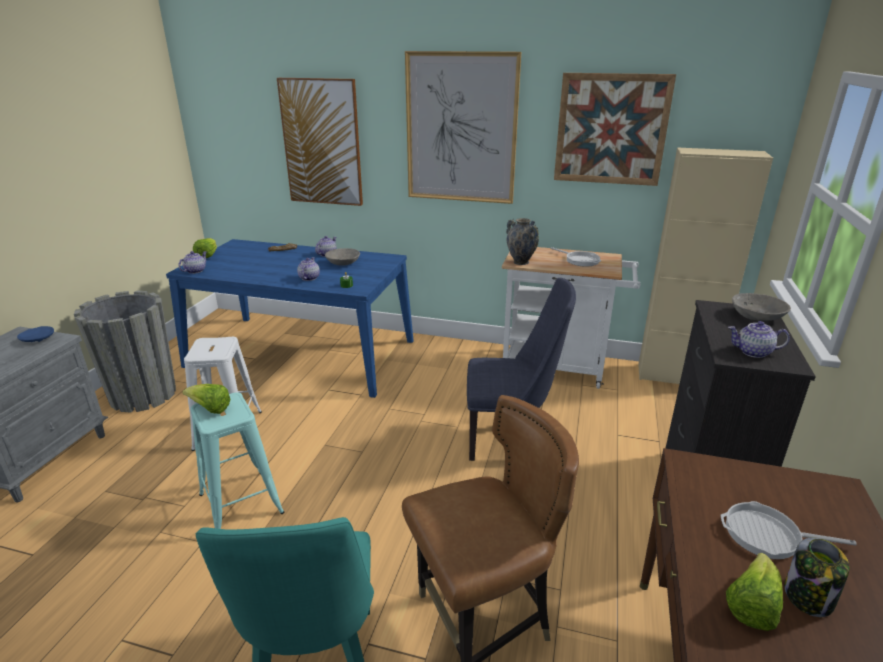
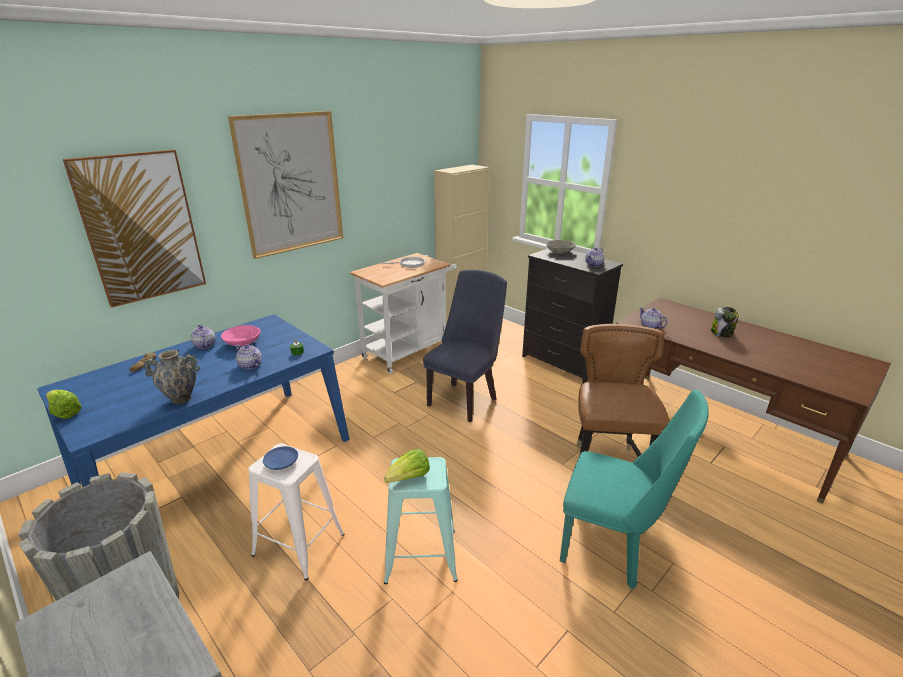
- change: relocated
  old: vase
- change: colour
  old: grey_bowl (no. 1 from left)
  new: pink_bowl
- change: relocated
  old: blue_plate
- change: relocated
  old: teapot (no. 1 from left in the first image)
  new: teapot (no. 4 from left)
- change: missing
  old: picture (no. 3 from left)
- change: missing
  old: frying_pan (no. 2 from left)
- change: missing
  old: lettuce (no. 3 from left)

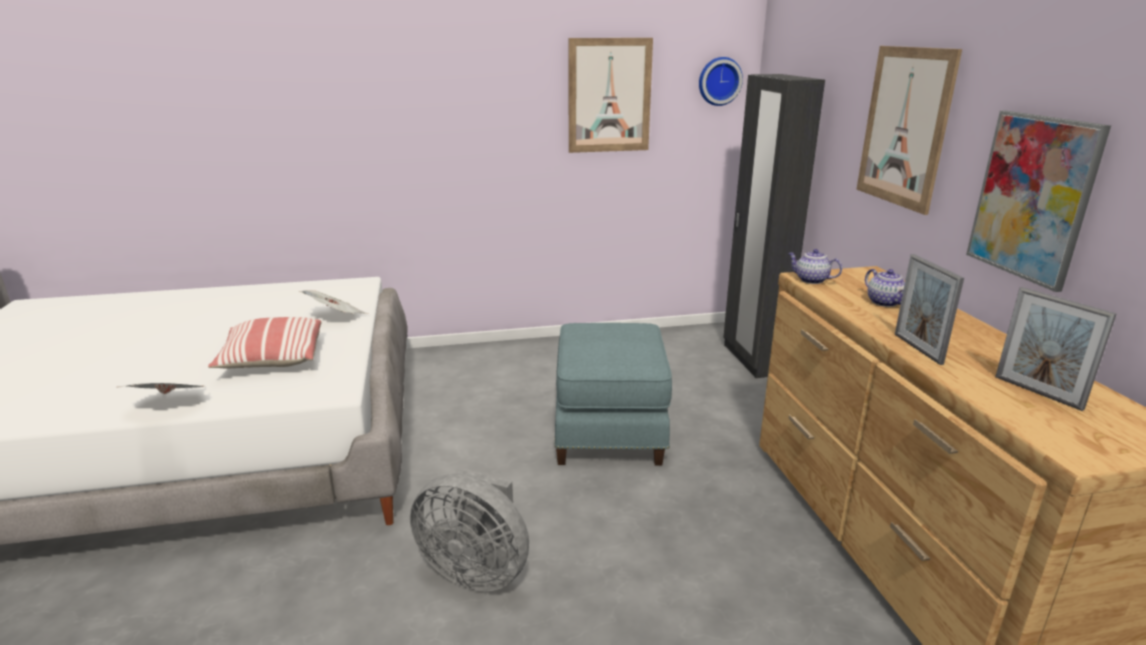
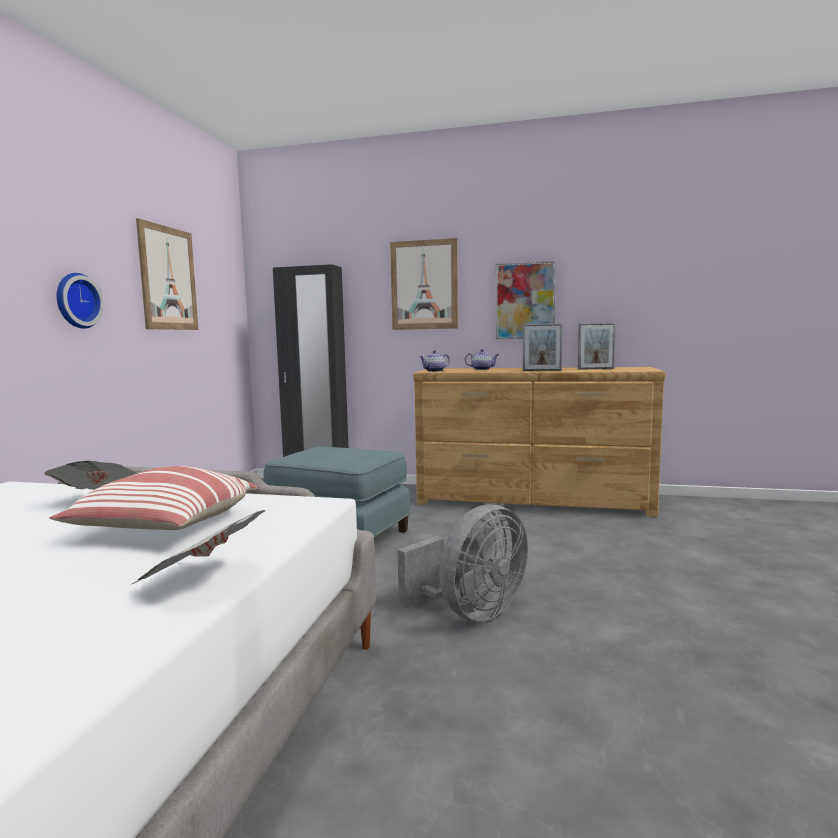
- change: relocated
  old: wall_clock

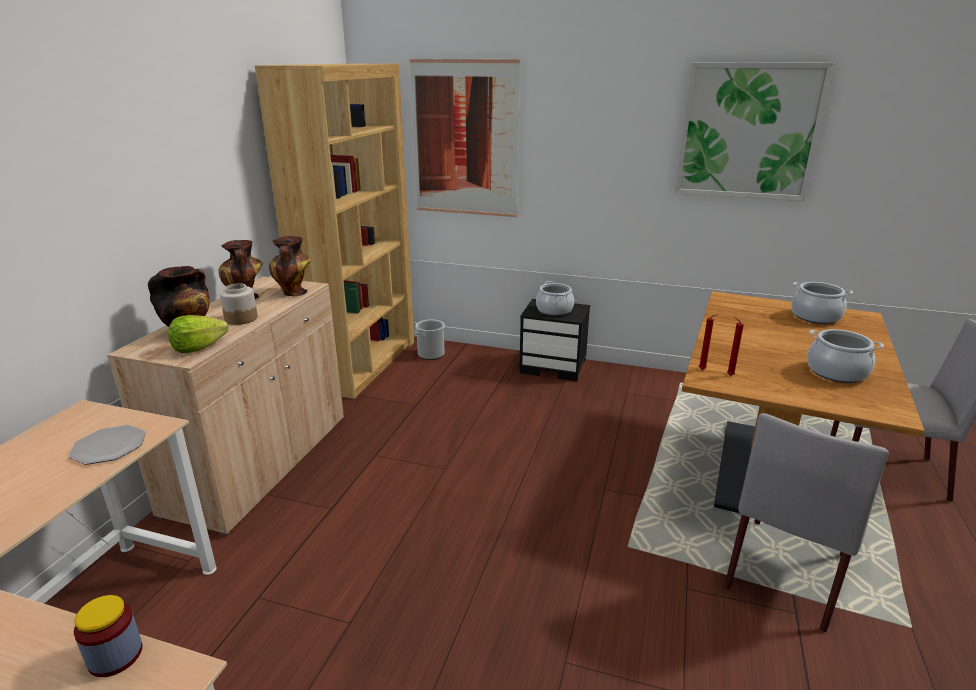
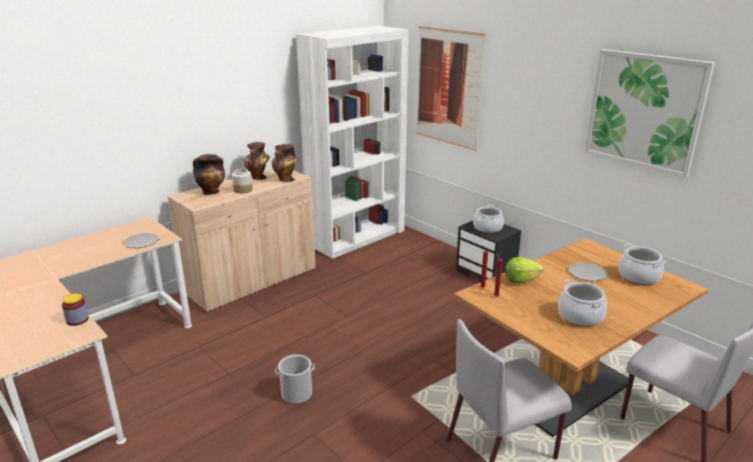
- change: relocated
  old: bucket
- change: colour
  old: brown_bookcase
  new: white_bookcase
- change: relocated
  old: lettuce
- change: appeared
  new: plate (no. 2 from left)

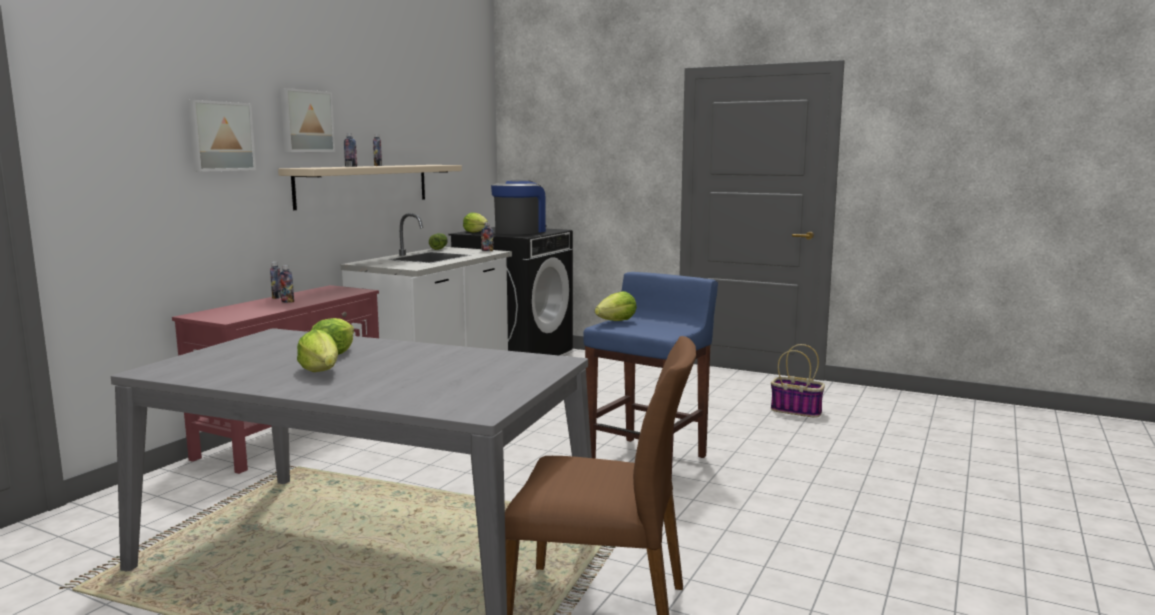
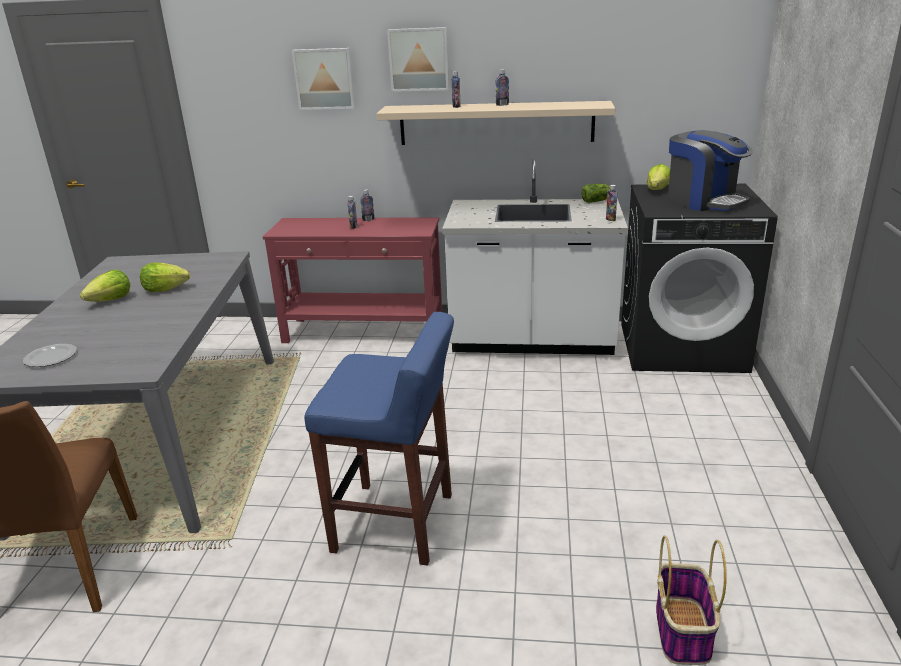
- change: appeared
  new: plate
- change: spun
  old: coffee_machine
  degrees: 45
- change: missing
  old: lettuce (no. 5 from left)

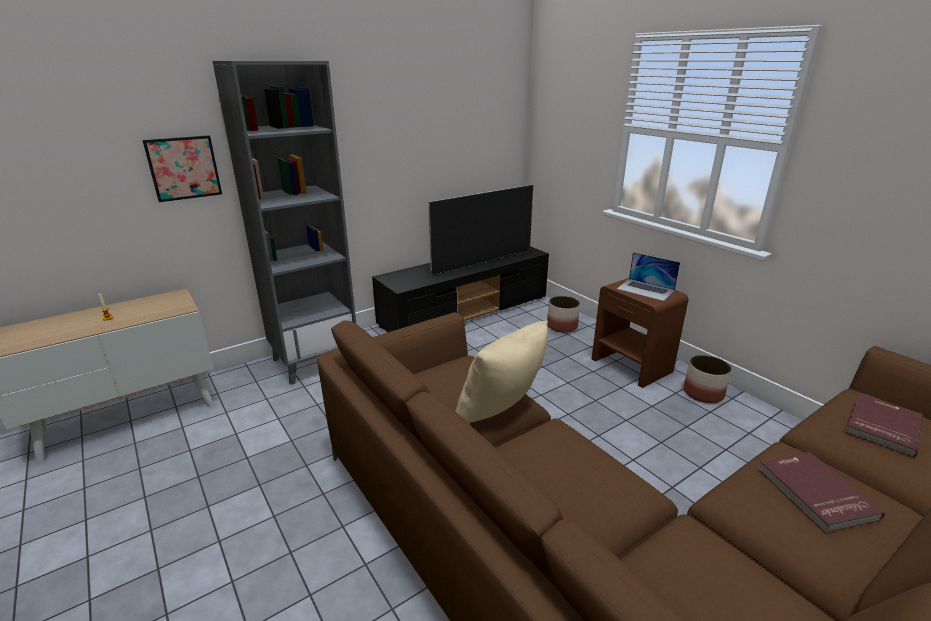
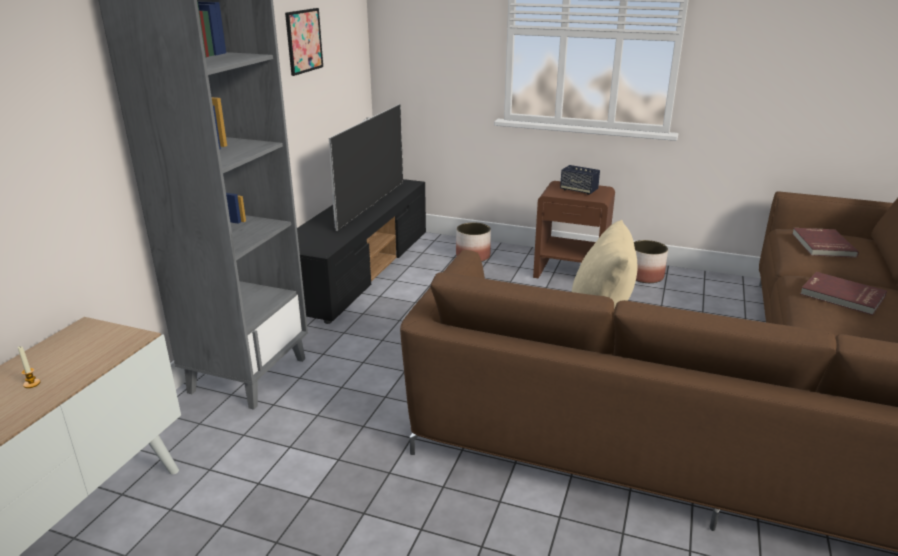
- change: relocated
  old: picture
- change: exchanged
  old: laptop
  new: speaker

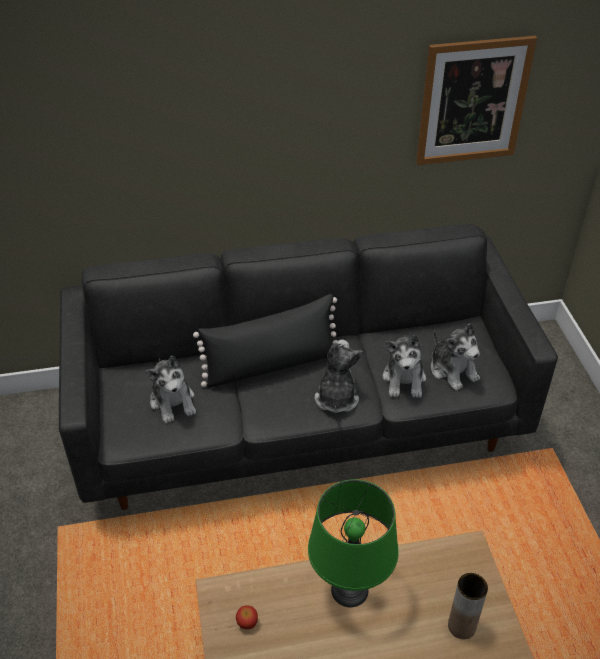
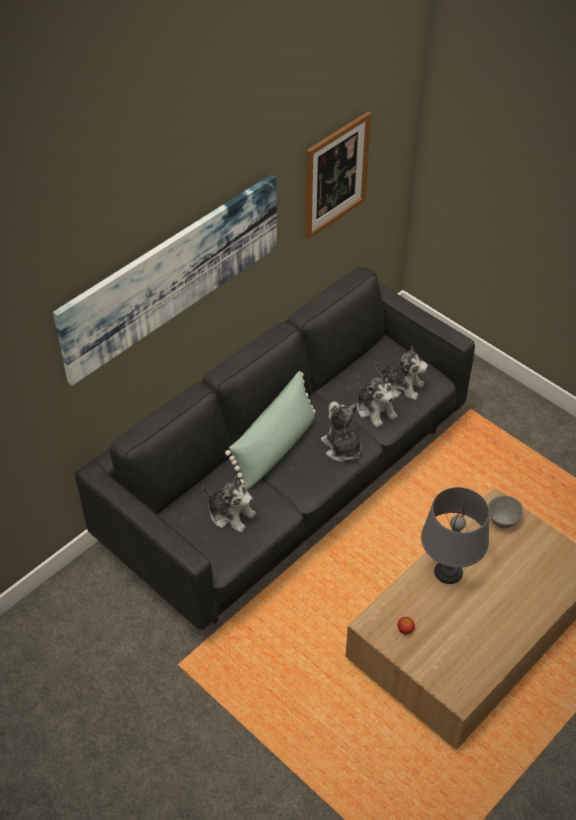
- change: appeared
  new: picture (no. 1 from left)
- change: colour
  old: black_pillow
  new: green_pillow
- change: colour
  old: green_table_lamp
  new: grey_table_lamp
- change: appeared
  new: grey_bowl
- change: missing
  old: brown_vase

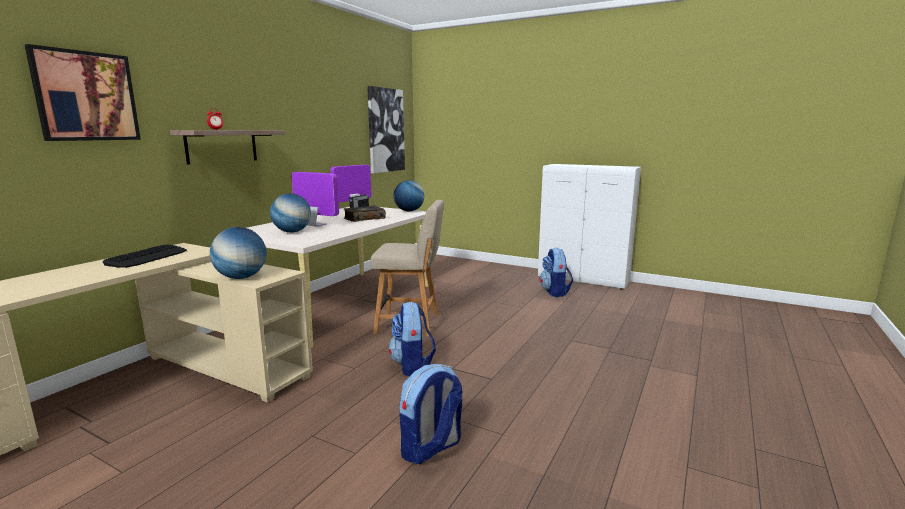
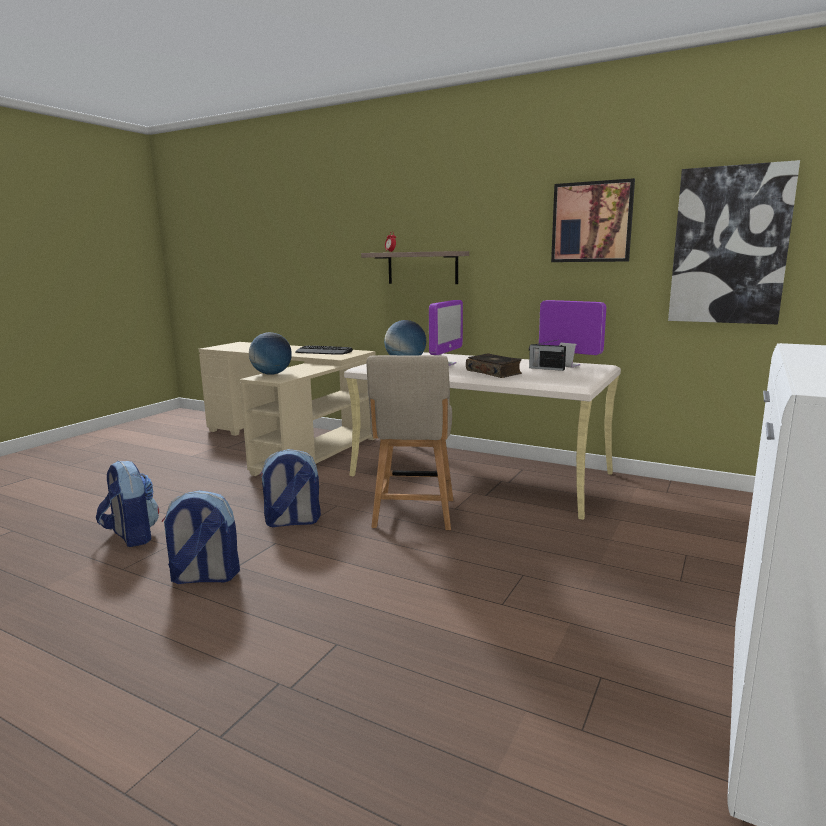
- change: relocated
  old: backpack (no. 3 from left in the first image)
  new: backpack (no. 2 from left)
- change: relocated
  old: picture (no. 1 from left)
- change: missing
  old: globe (no. 3 from left)

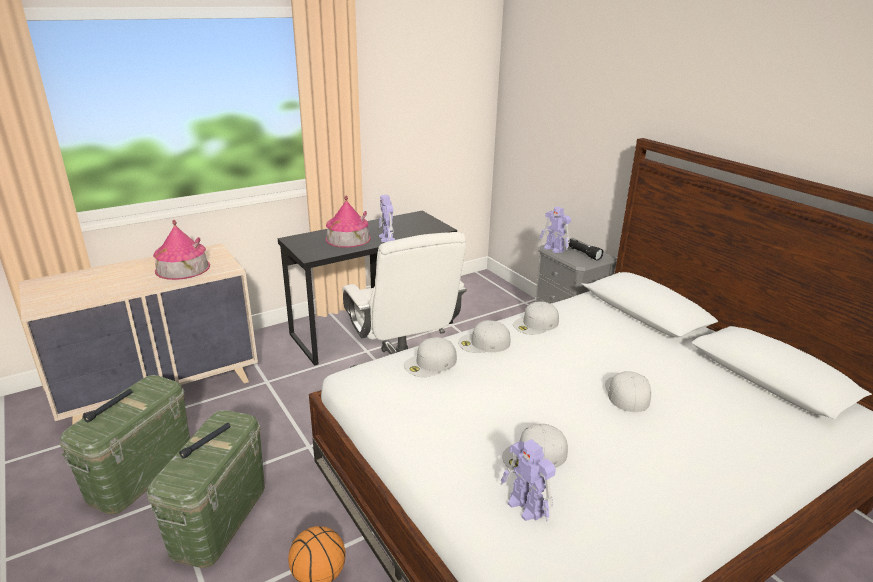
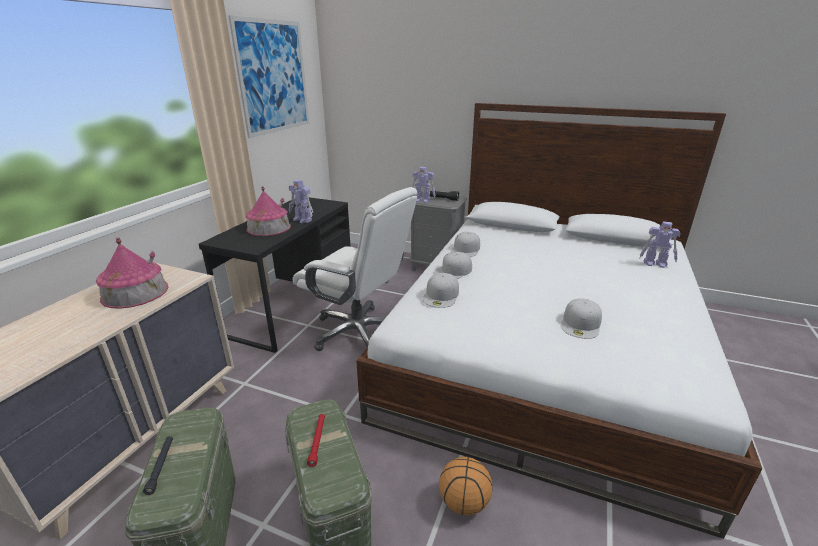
- change: appeared
  new: picture
- change: colour
  old: black_flashlight (no. 2 from left)
  new: red_flashlight
- change: relocated
  old: toy_robot (no. 2 from left in the first image)
  new: toy_robot (no. 3 from left)
- change: missing
  old: white_cap (no. 5 from left)

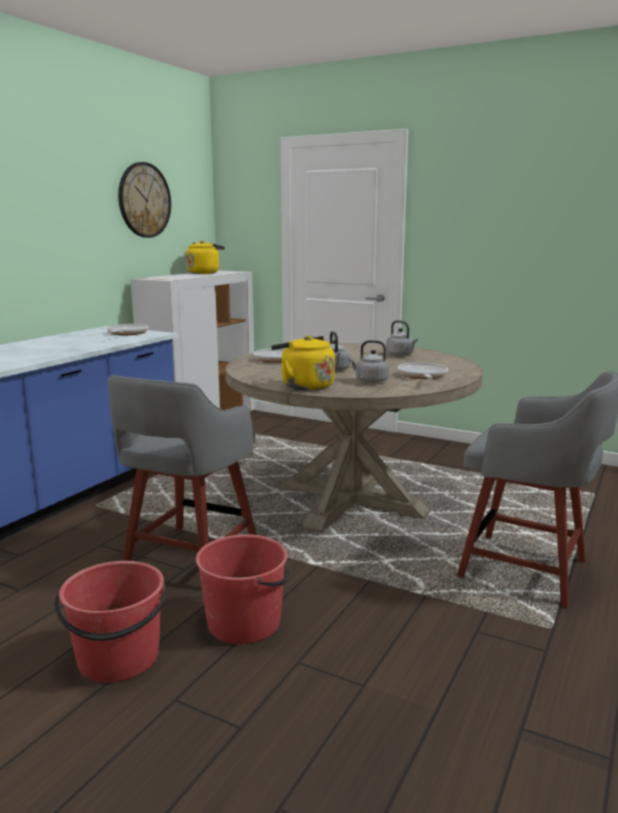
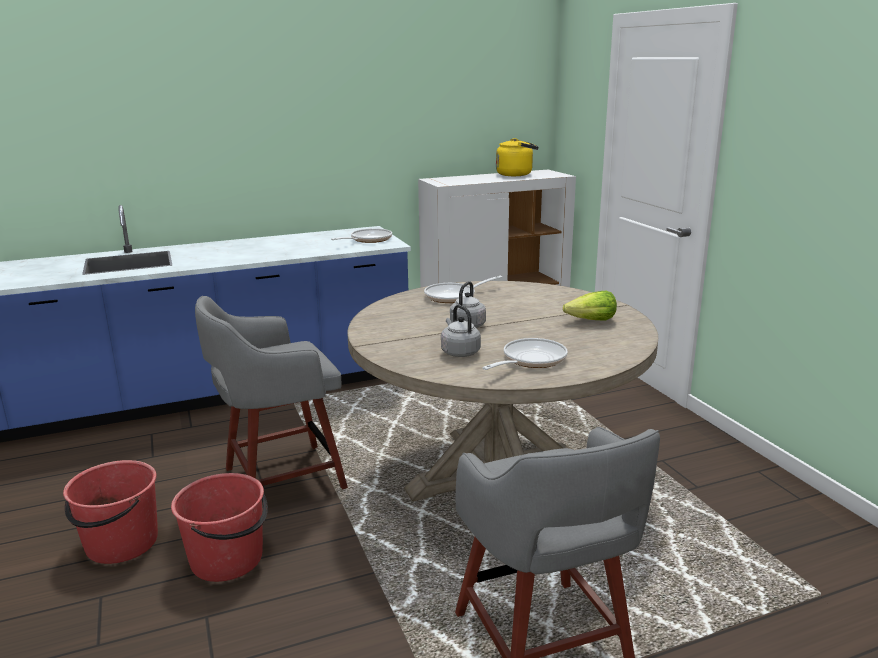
- change: exchanged
  old: grey_kettle (no. 3 from left)
  new: lettuce
- change: missing
  old: wall_clock
- change: missing
  old: yellow_kettle (no. 2 from left)

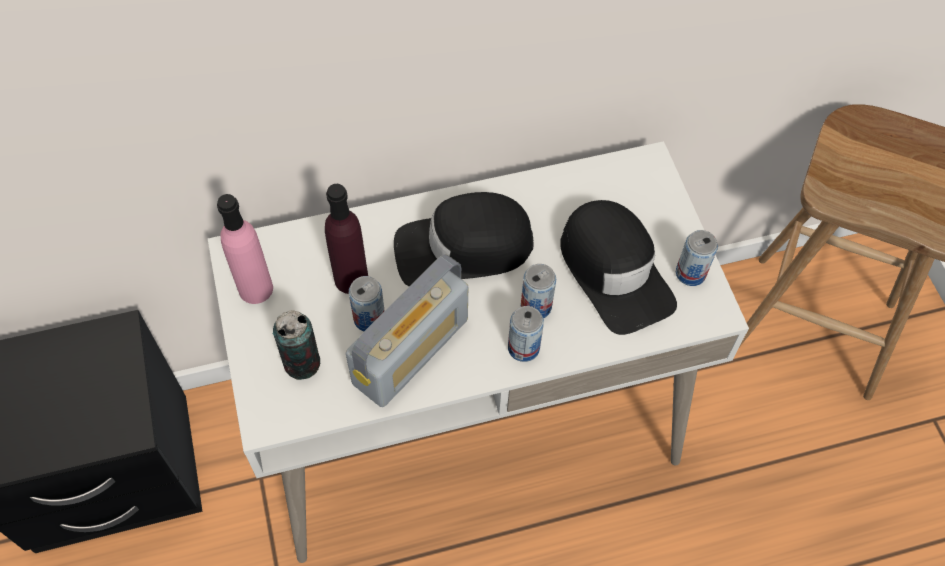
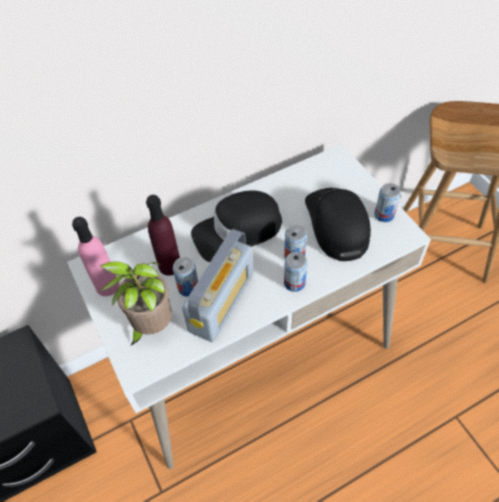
- change: exchanged
  old: can (no. 1 from left)
  new: potted_plant
- change: spun
  old: black_cap (no. 2 from left)
  degrees: -150

